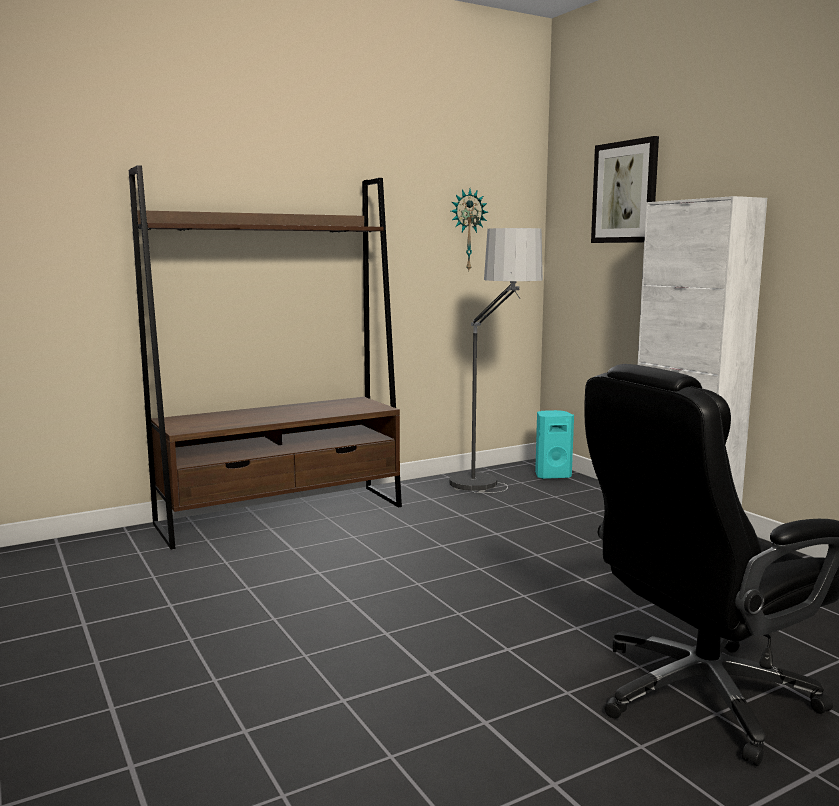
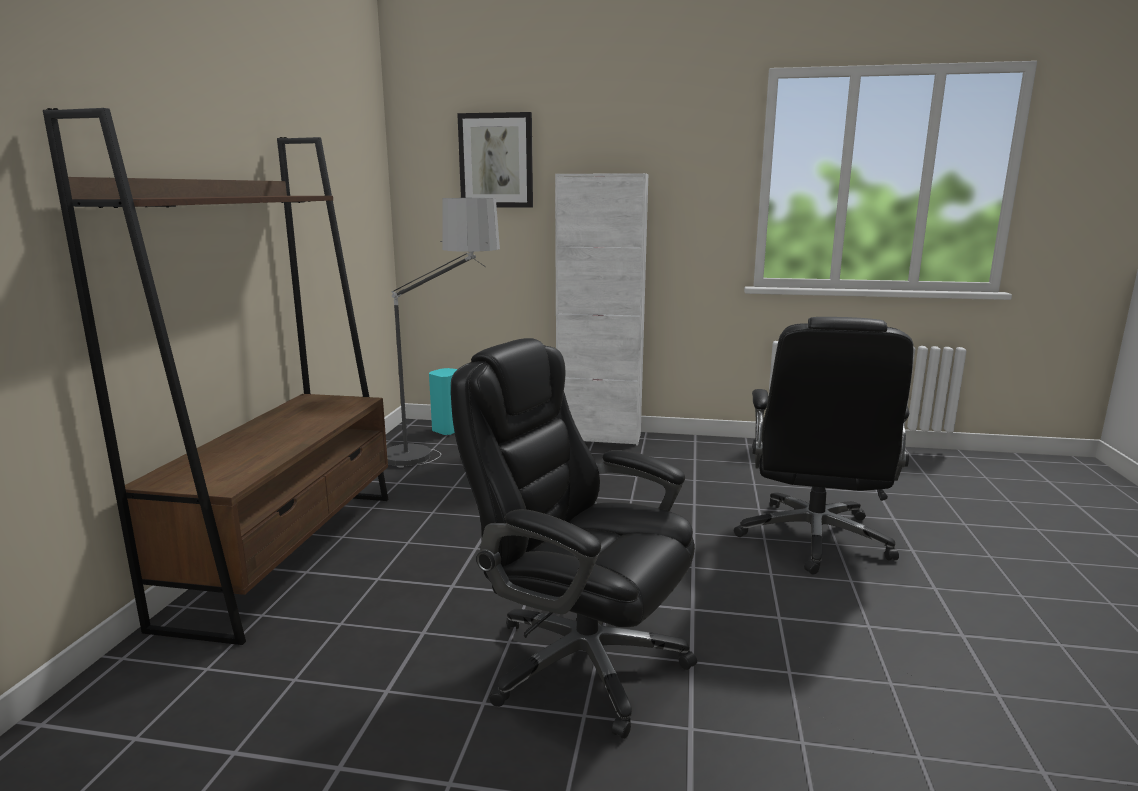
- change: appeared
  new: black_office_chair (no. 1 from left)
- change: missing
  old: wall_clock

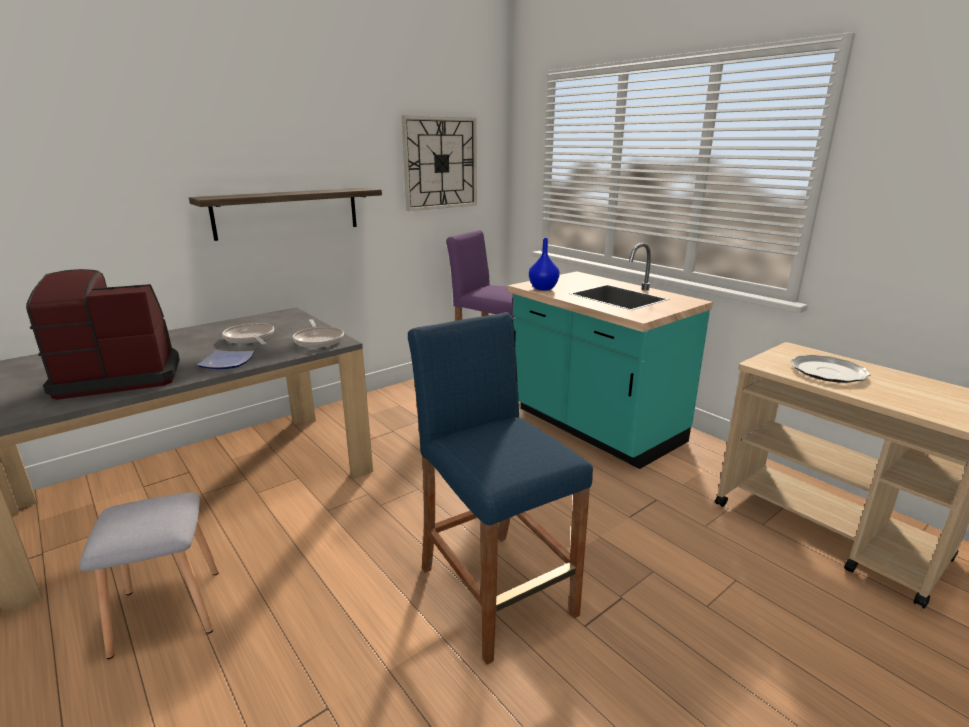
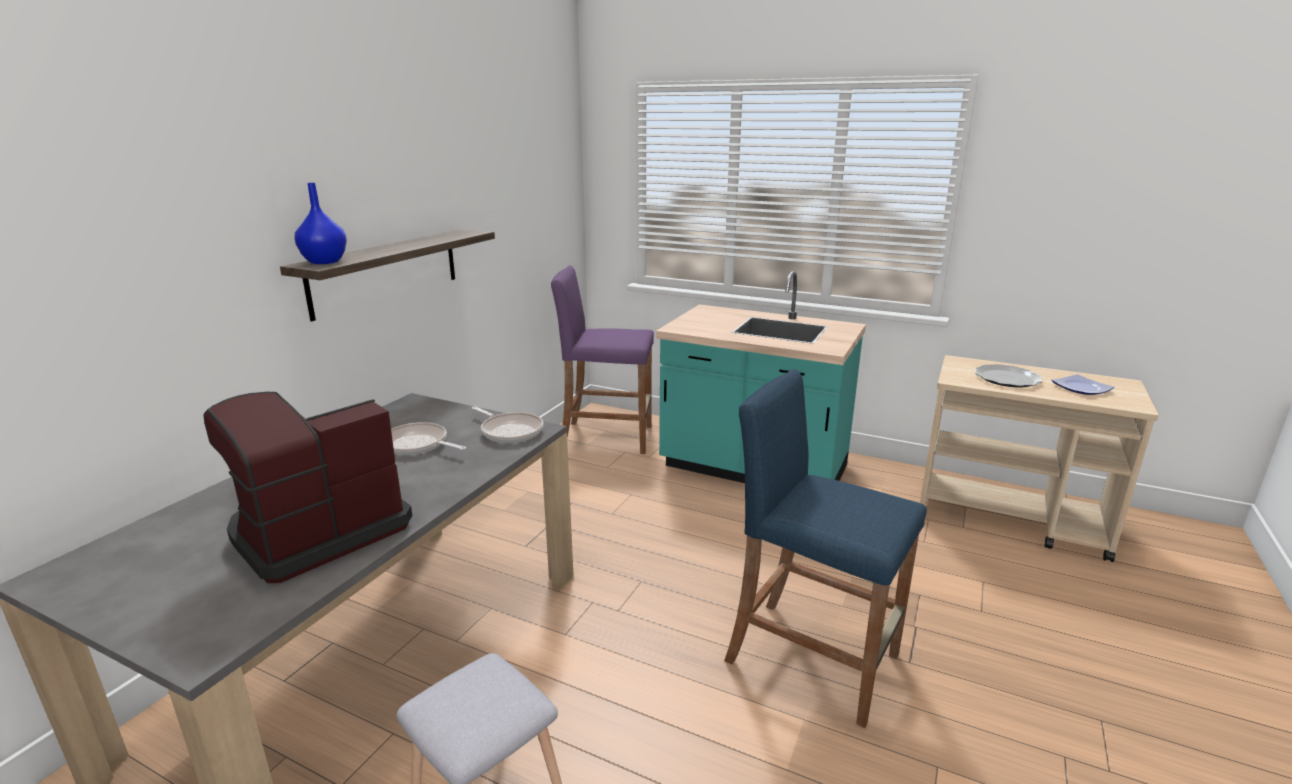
- change: relocated
  old: blue_vase
- change: relocated
  old: plate (no. 1 from left in the first image)
  new: plate (no. 2 from left)
- change: missing
  old: wall_clock

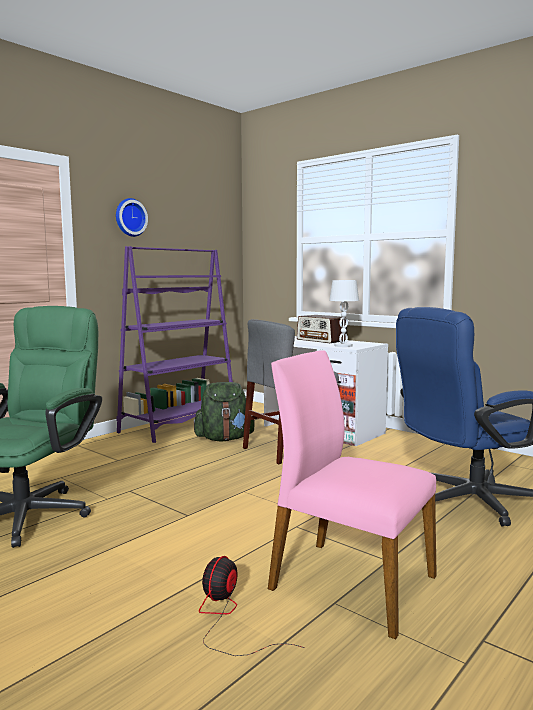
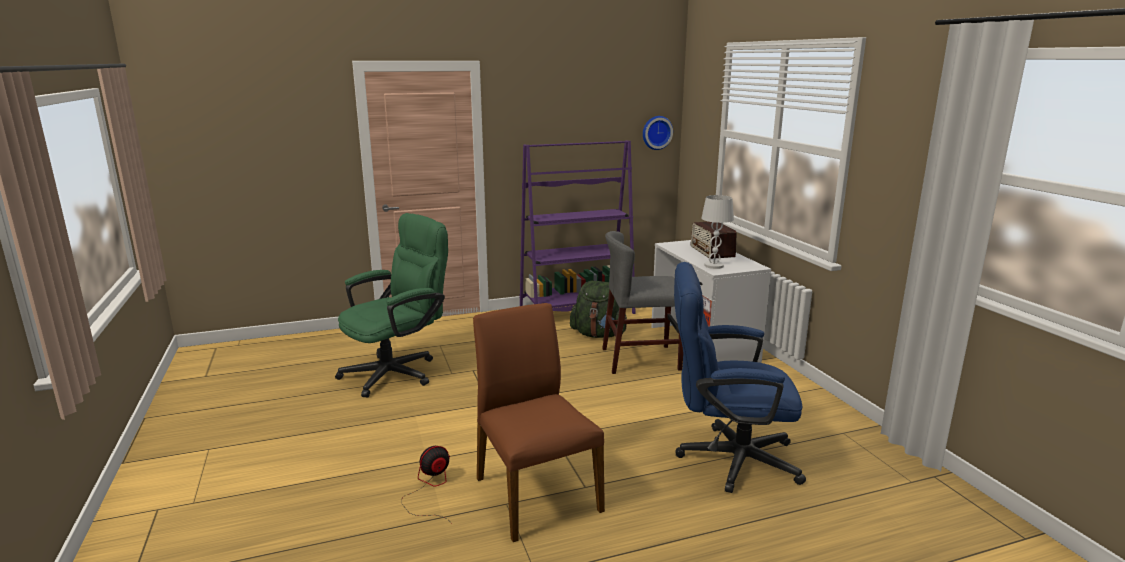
- change: colour
  old: pink_chair
  new: brown_chair
- change: relocated
  old: wall_clock

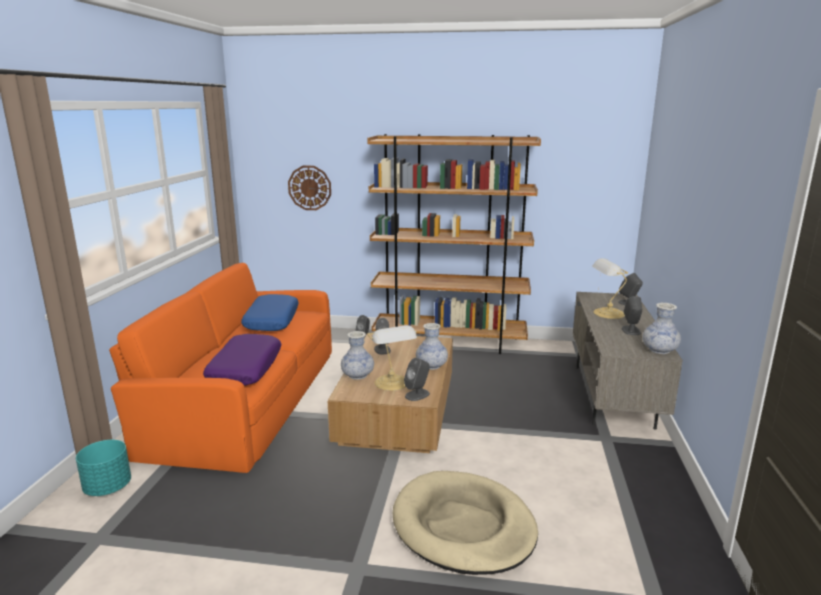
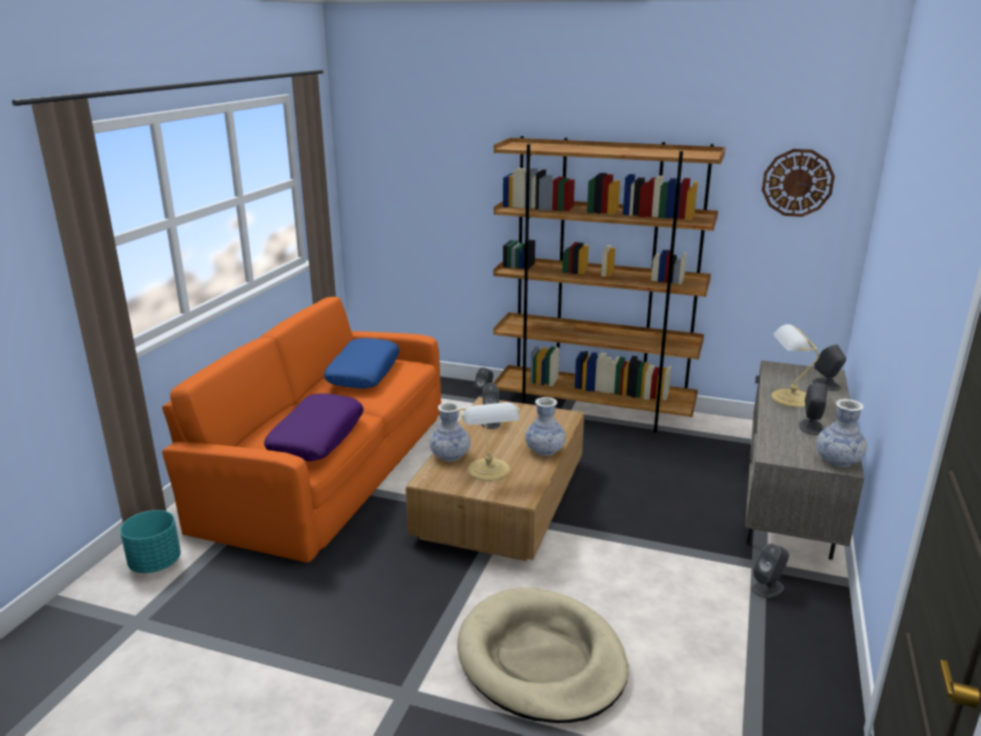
- change: relocated
  old: grey_speaker (no. 3 from left)
- change: relocated
  old: wall_clock

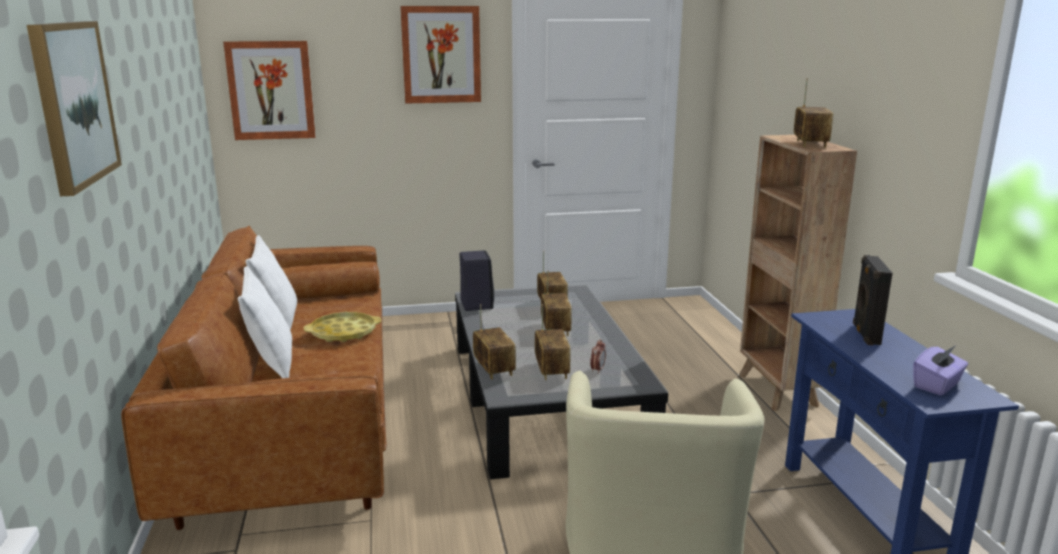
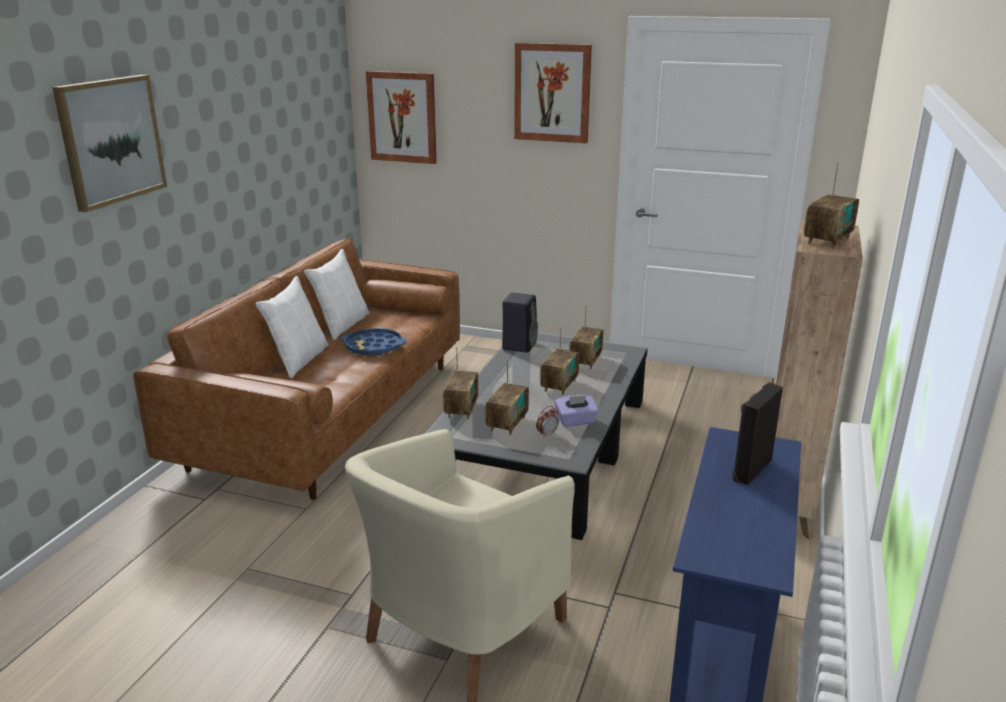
- change: colour
  old: yellow_tray
  new: blue_tray
- change: relocated
  old: purple_tissue_box

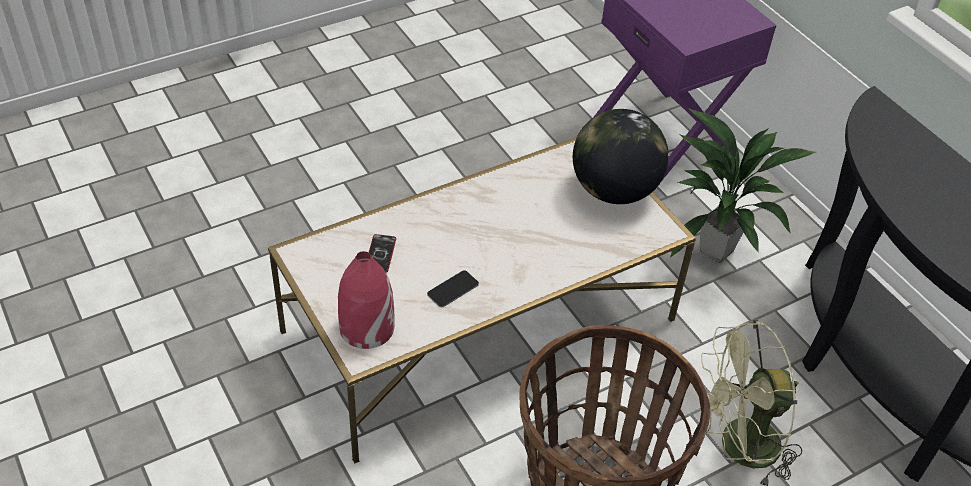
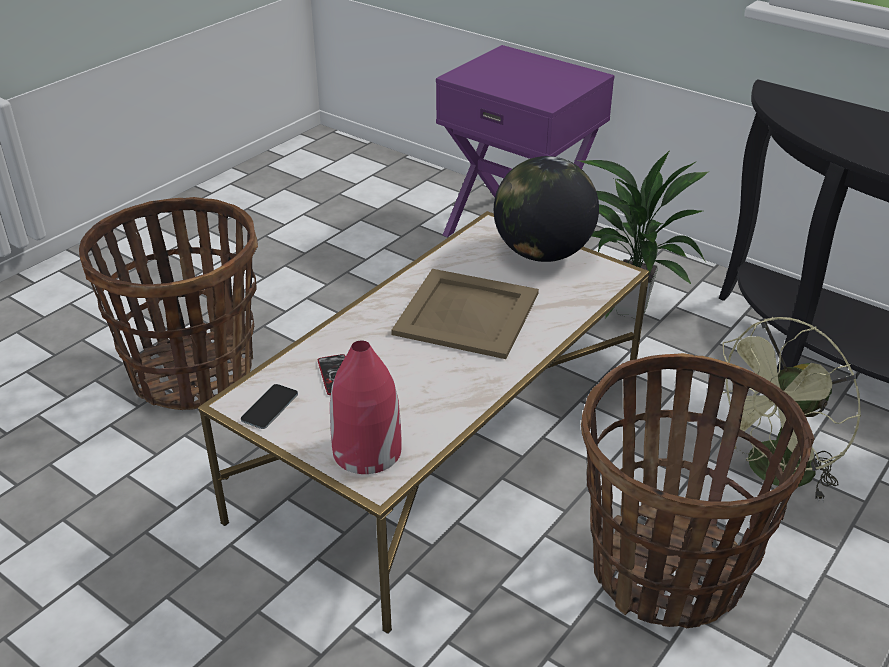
- change: appeared
  new: basket (no. 1 from left)
- change: relocated
  old: phone (no. 2 from left in the first image)
  new: phone (no. 1 from left)
- change: appeared
  new: beige_tray

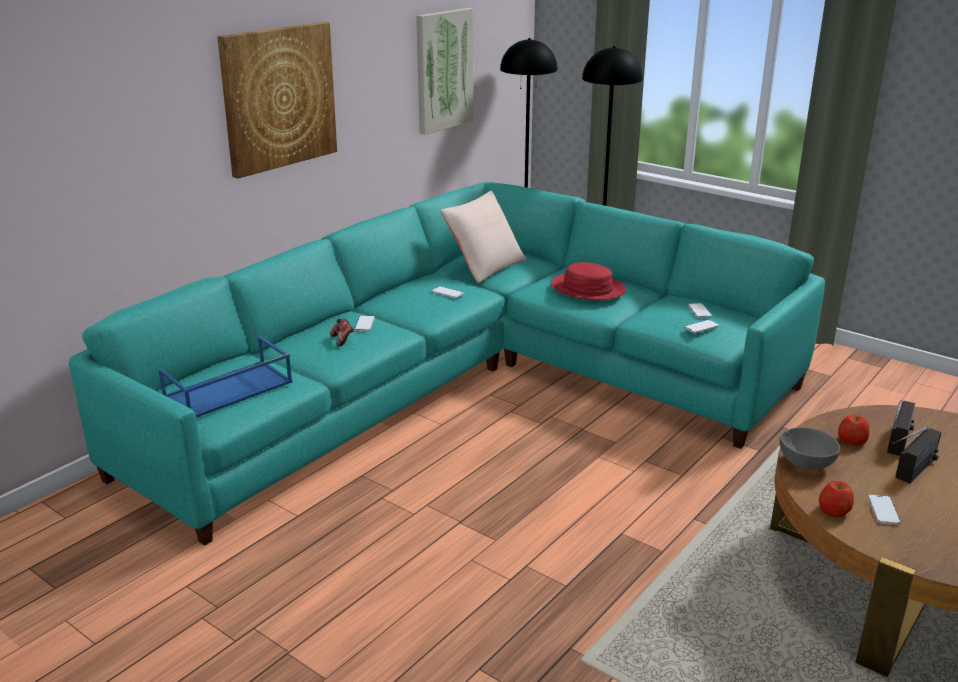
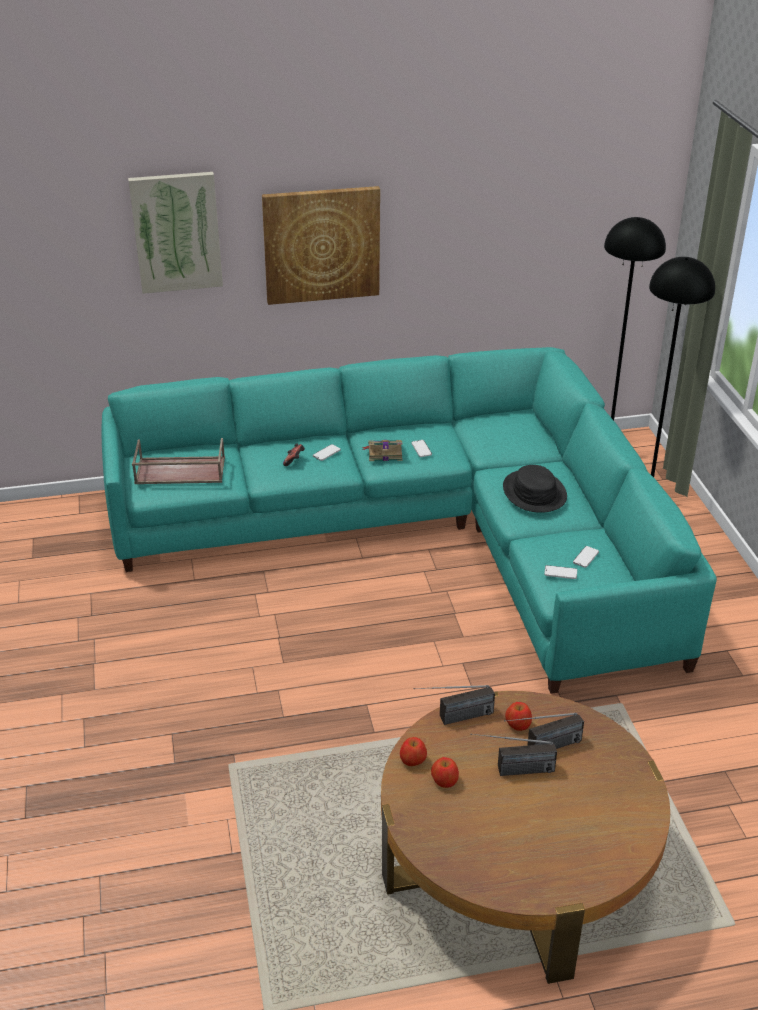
- change: relocated
  old: picture (no. 2 from left in the first image)
  new: picture (no. 1 from left)
- change: colour
  old: blue_tray
  new: brown_tray
- change: appeared
  new: book
- change: exchanged
  old: grey_bowl
  new: radio (no. 1 from left)
- change: exchanged
  old: phone (no. 5 from left)
  new: apple (no. 2 from left)
- change: colour
  old: red_hat
  new: black_hat
- change: missing
  old: beige_pillow

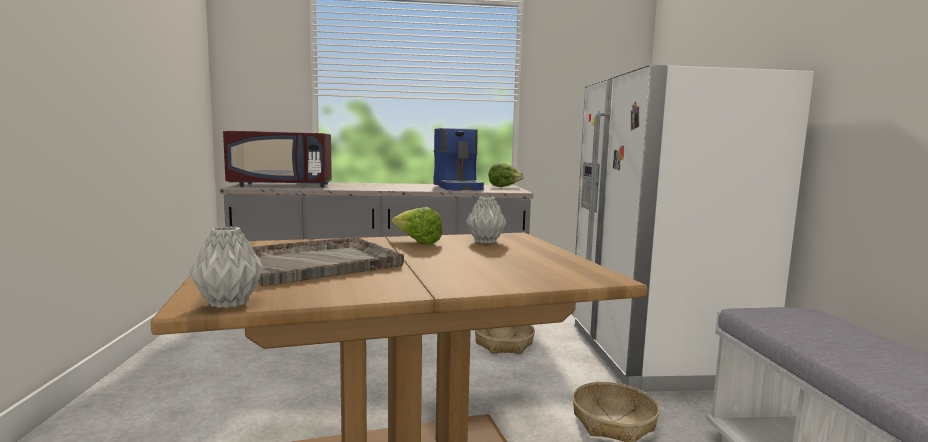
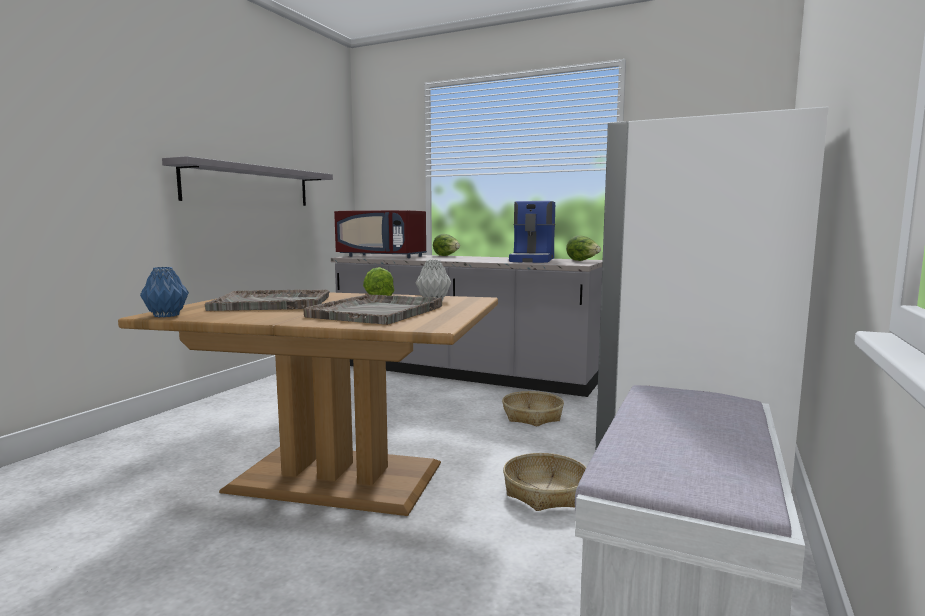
- change: colour
  old: grey_vase (no. 1 from left)
  new: blue_vase
- change: appeared
  new: grey_shelf
- change: appeared
  new: grey_tray (no. 2 from left)
- change: appeared
  new: lettuce (no. 2 from left)

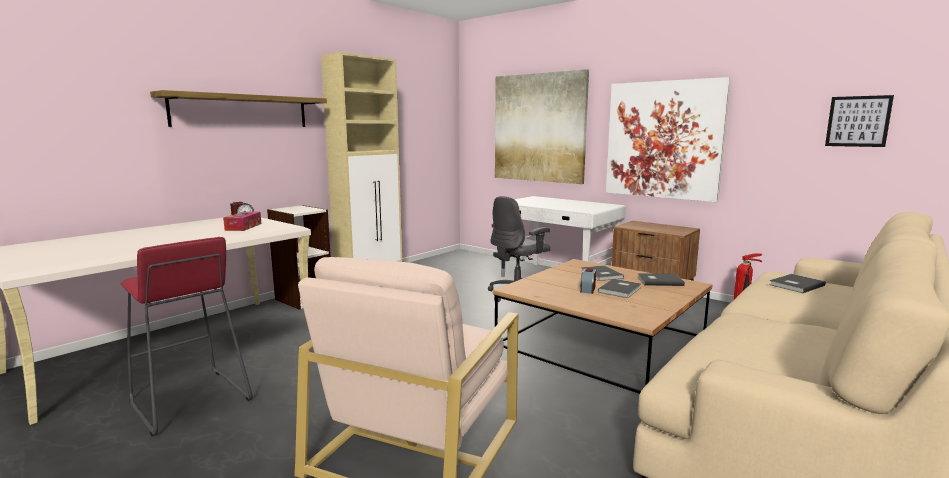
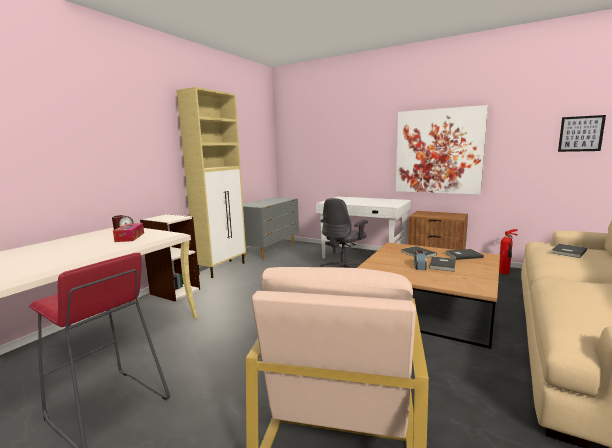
- change: appeared
  new: grey_dresser
- change: missing
  old: shelf
- change: missing
  old: picture (no. 1 from left)

